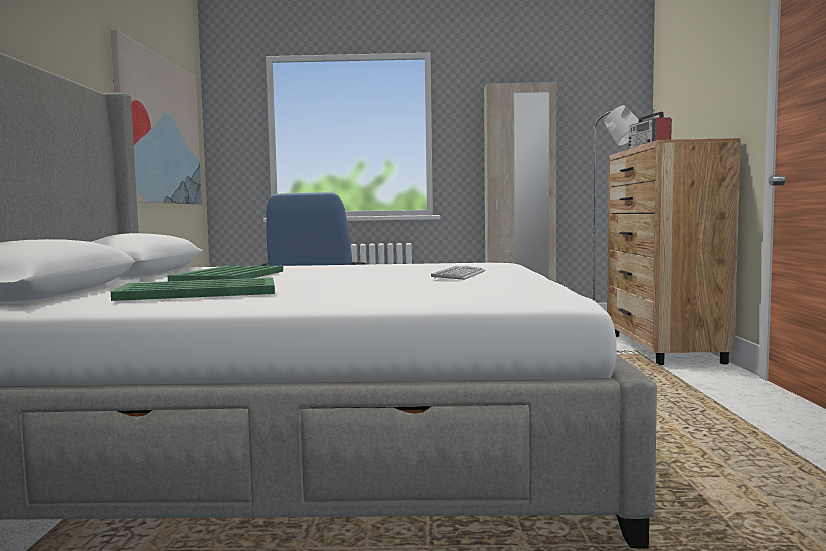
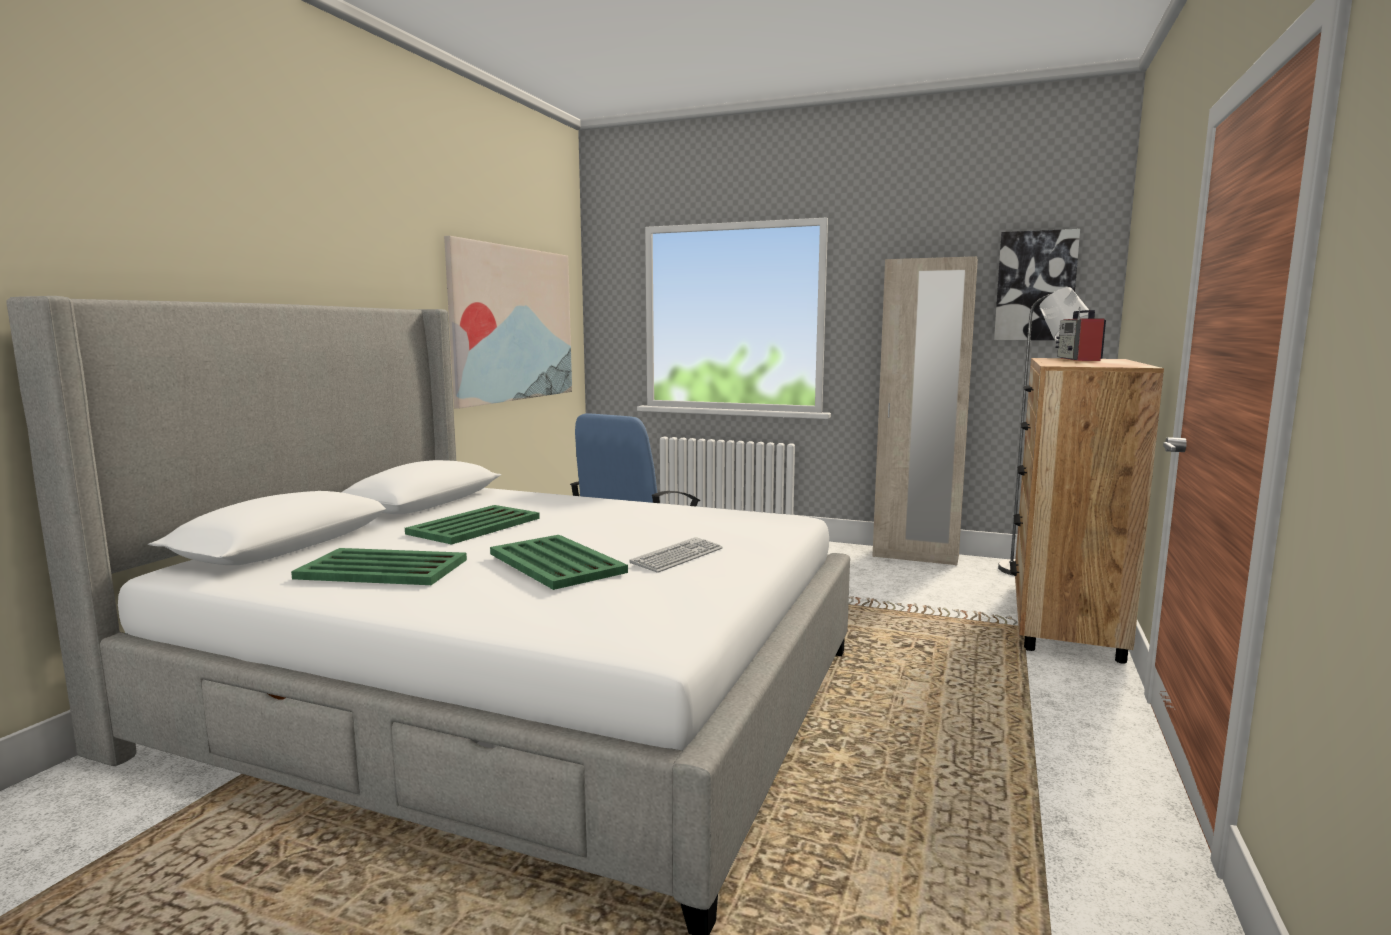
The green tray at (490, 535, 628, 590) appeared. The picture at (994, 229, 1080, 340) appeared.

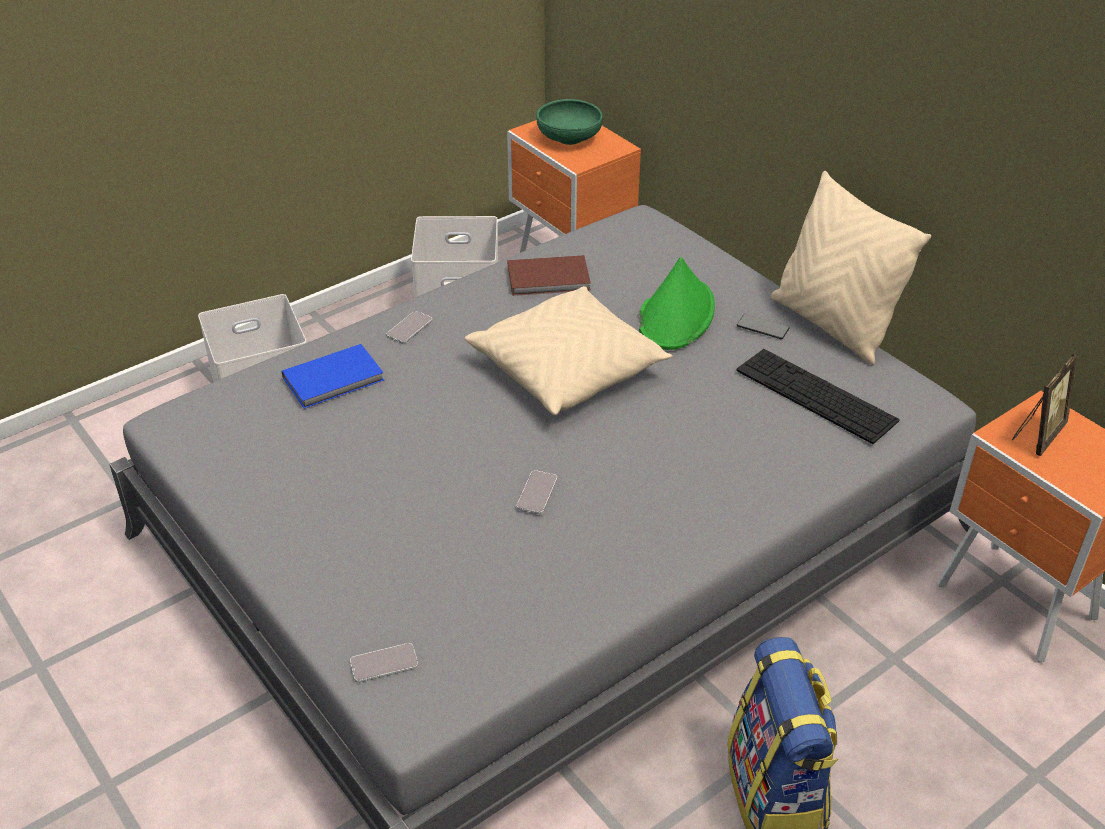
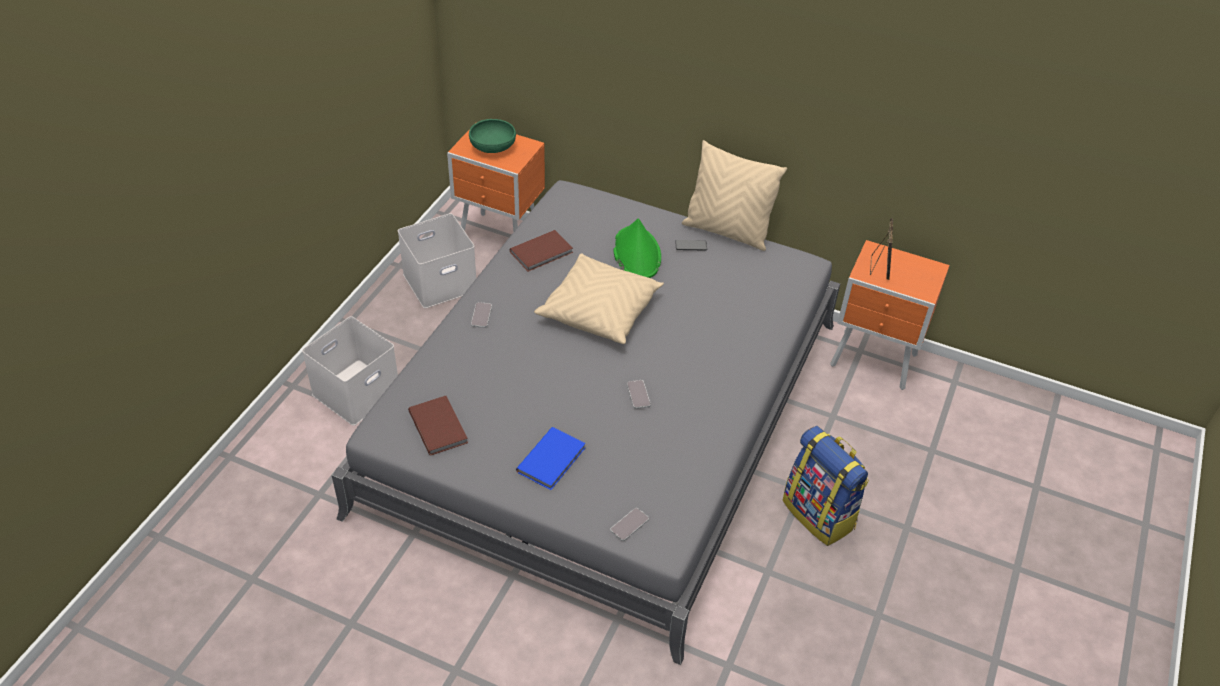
The brown book at (408, 396, 468, 455) appeared. The blue book moved from (282, 344, 384, 409) to (516, 427, 586, 490). The keyboard at (736, 349, 900, 444) disappeared.

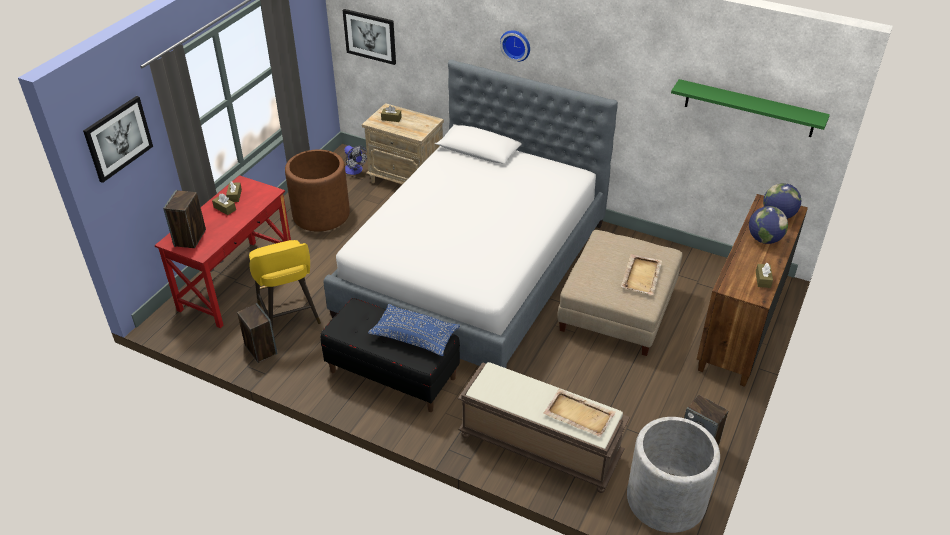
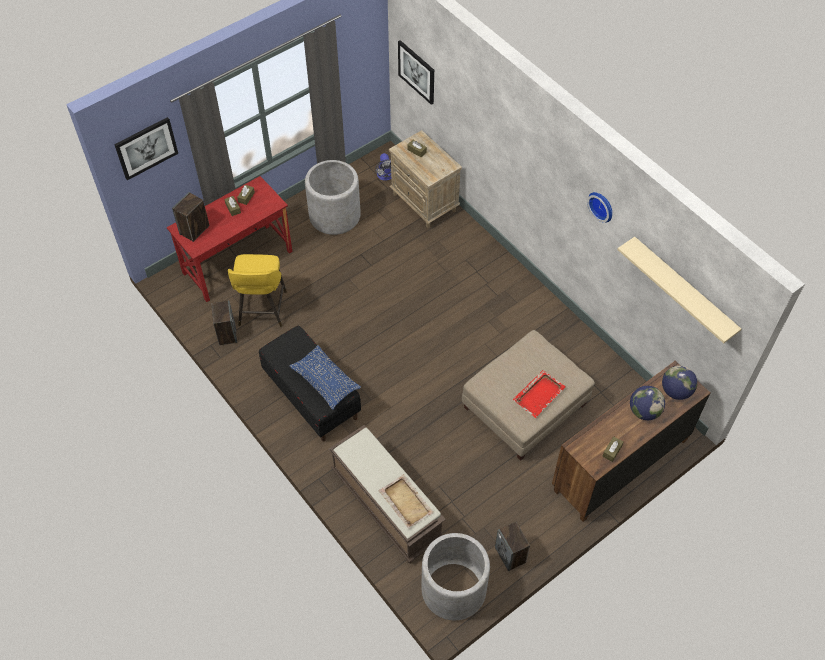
The brown planter at (285, 150, 350, 232) became the grey planter at (305, 160, 361, 235). The beige tray at (621, 254, 662, 295) became the red tray at (513, 370, 566, 418). The wall clock moved from (500, 30, 530, 62) to (587, 192, 612, 222). The green shelf at (671, 79, 830, 137) became the beige shelf at (617, 237, 741, 343). The bed at (323, 60, 618, 368) disappeared.

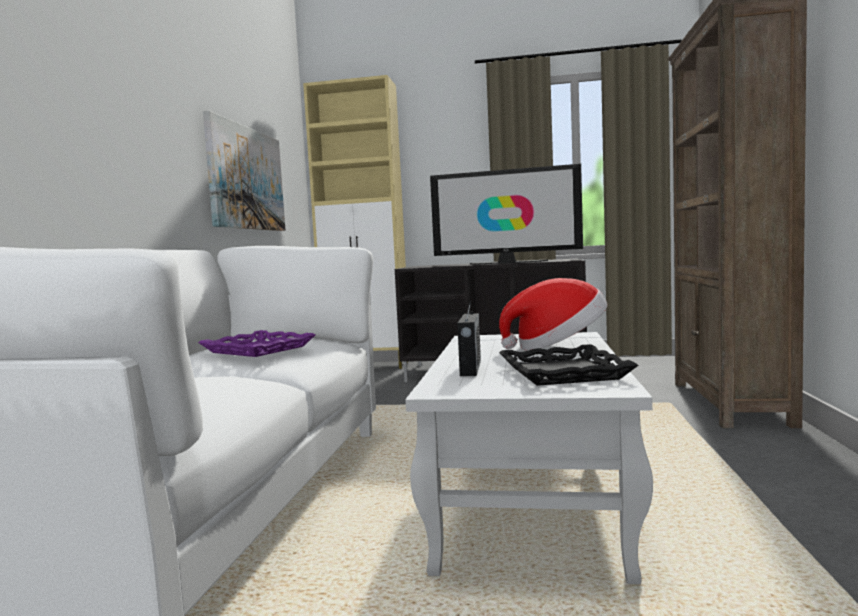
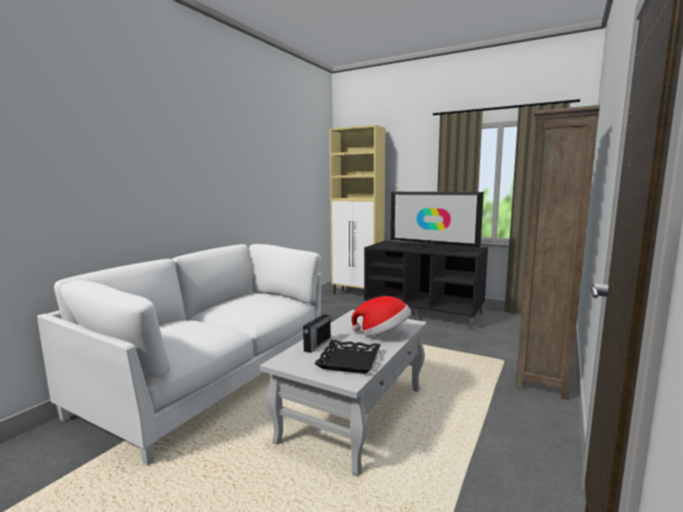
The purple tray at (198, 330, 315, 357) disappeared. The picture at (203, 111, 285, 231) disappeared.

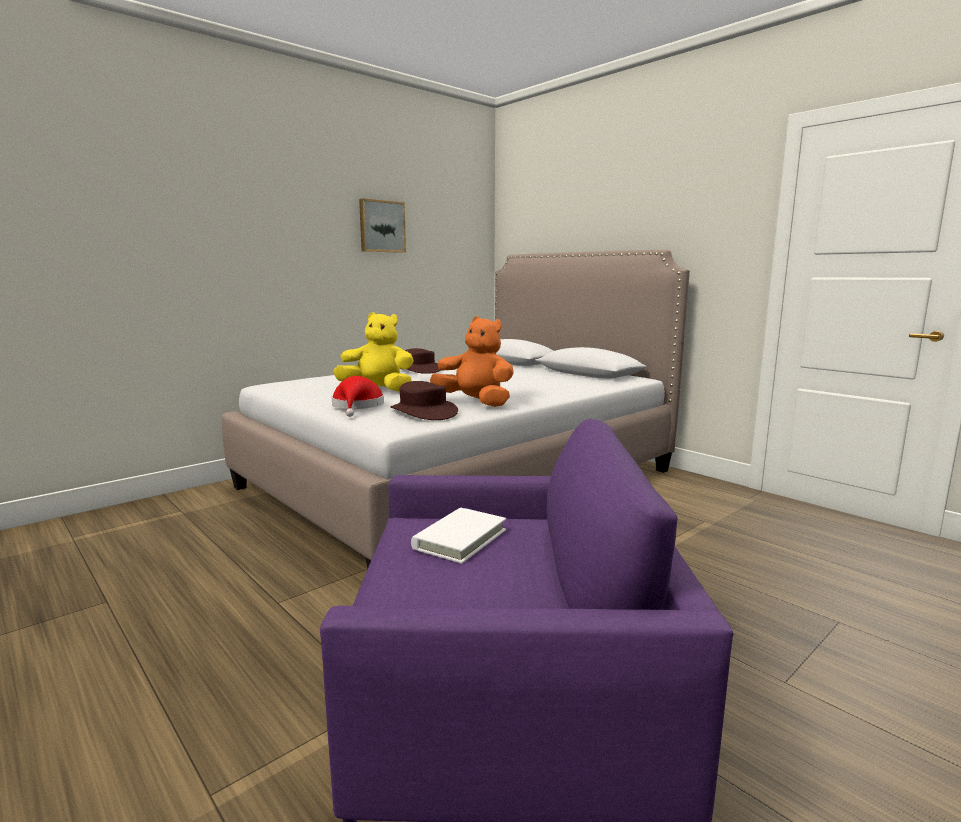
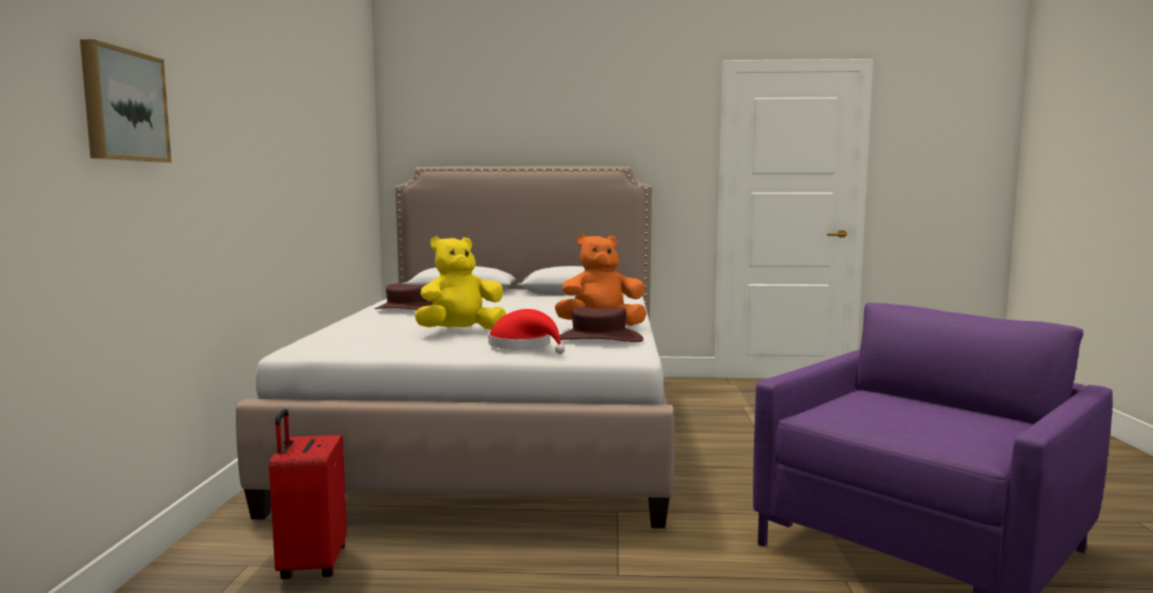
The picture moved from (359, 198, 406, 253) to (80, 39, 171, 163). The red suitcase at (269, 409, 347, 579) appeared. The white book at (411, 508, 506, 564) disappeared.

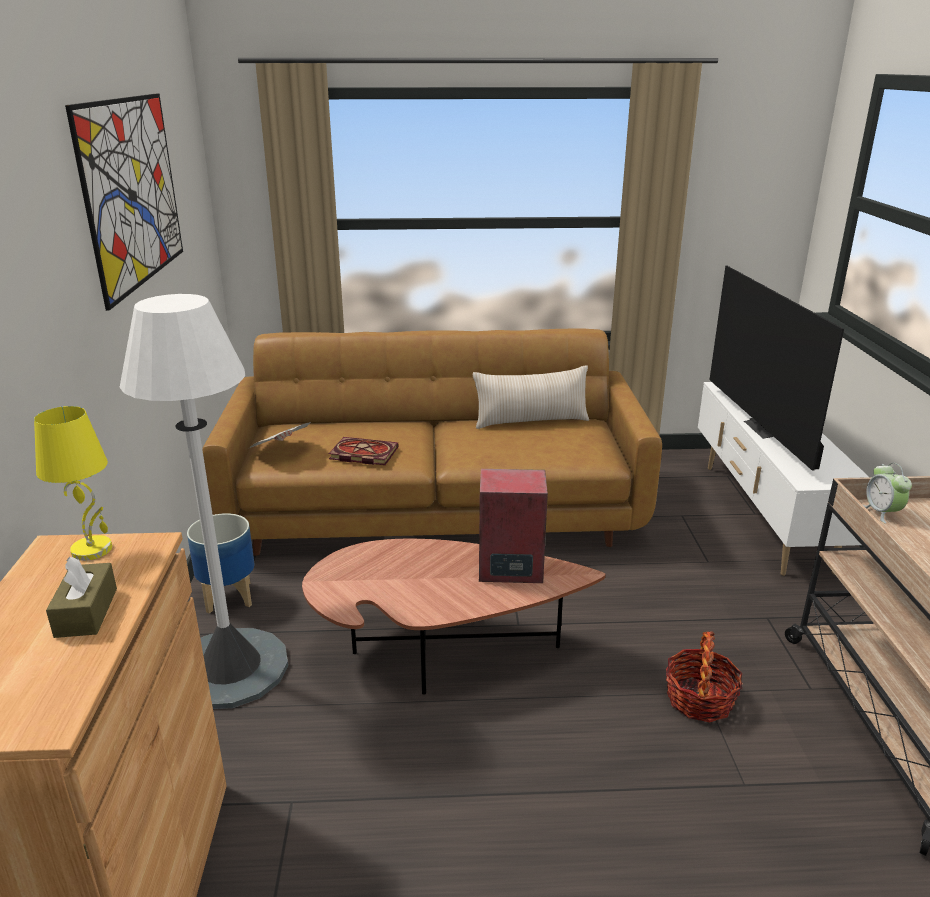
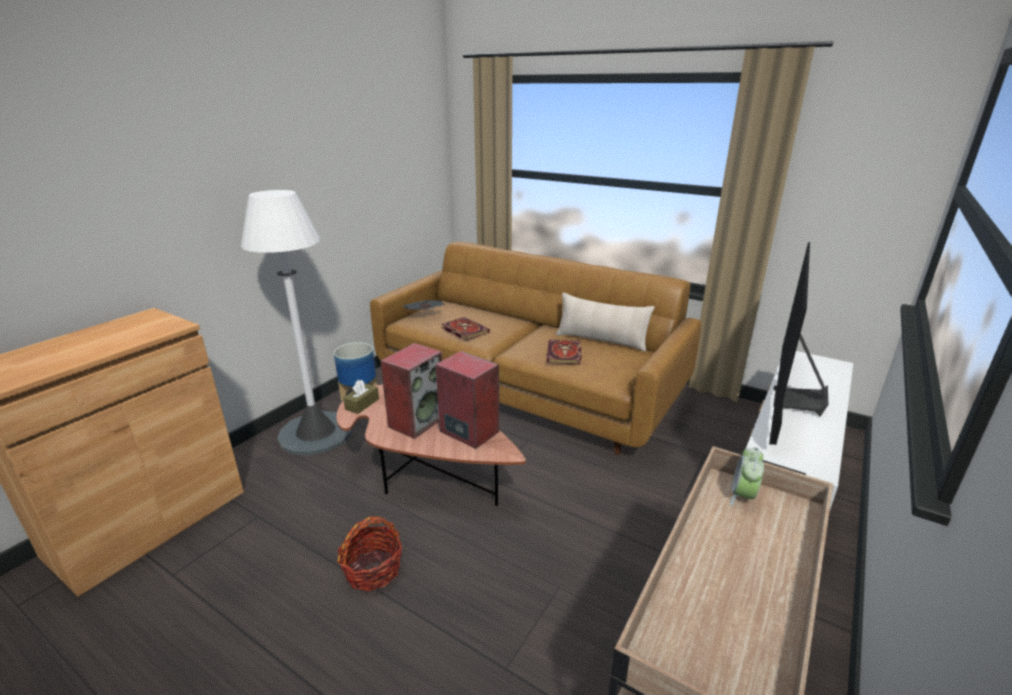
The basket moved from (666, 631, 743, 722) to (337, 516, 402, 591). The brown tissue box moved from (46, 557, 117, 638) to (343, 380, 379, 414). The speaker at (380, 343, 442, 439) appeared. The book at (547, 339, 581, 365) appeared. The yellow table lamp at (34, 406, 112, 561) disappeared. The picture at (65, 93, 183, 311) disappeared.

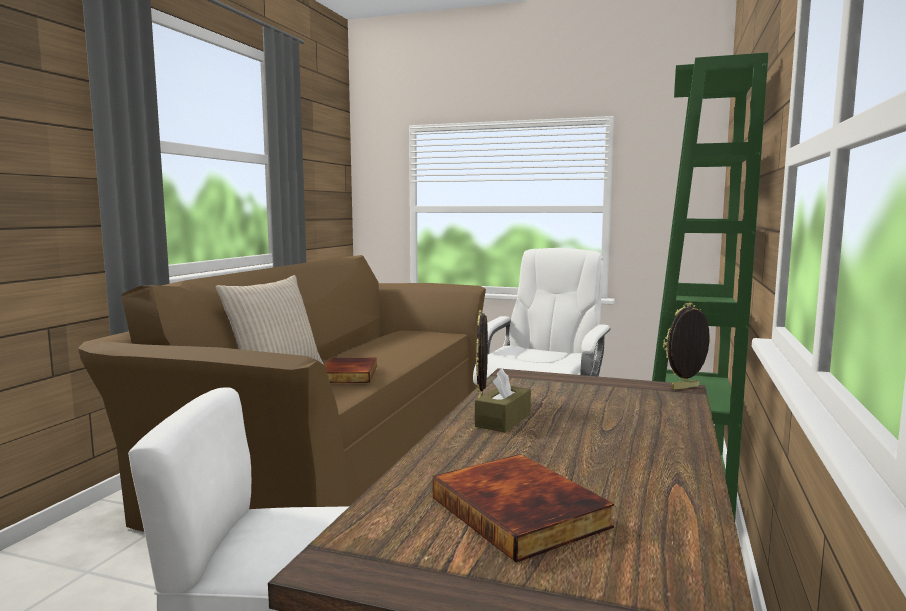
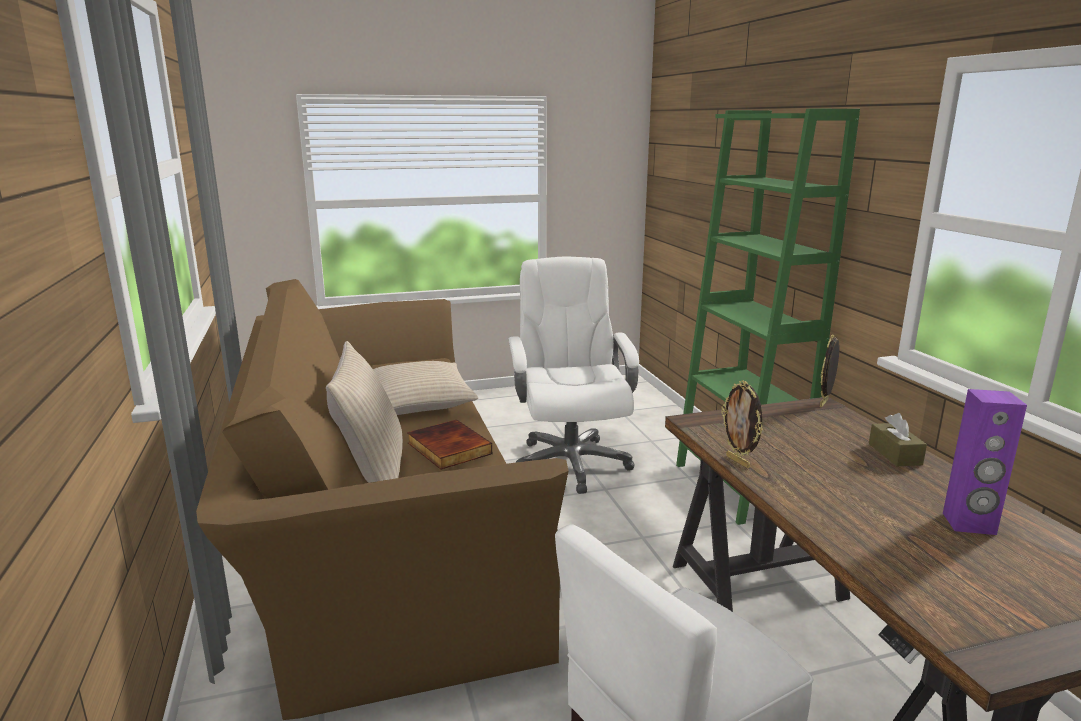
The beige pillow at (373, 361, 478, 415) appeared. The brown tissue box moved from (475, 368, 531, 432) to (869, 413, 927, 466). The purple speaker at (943, 389, 1027, 535) appeared. The book at (433, 454, 614, 563) disappeared.

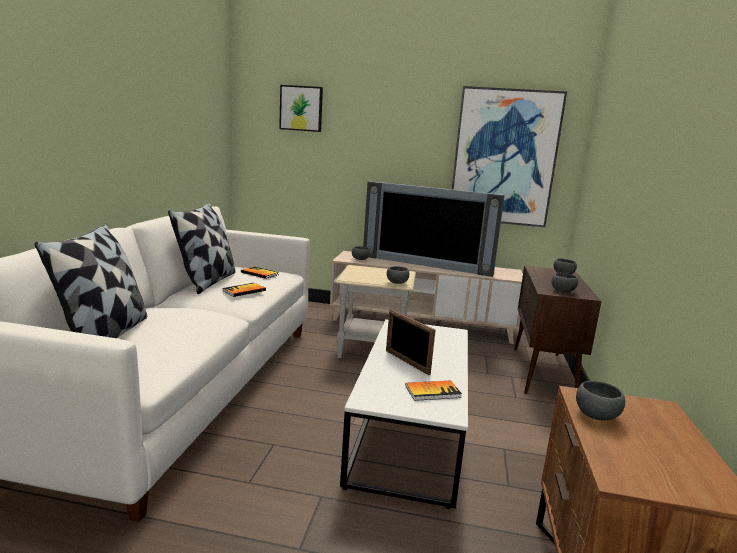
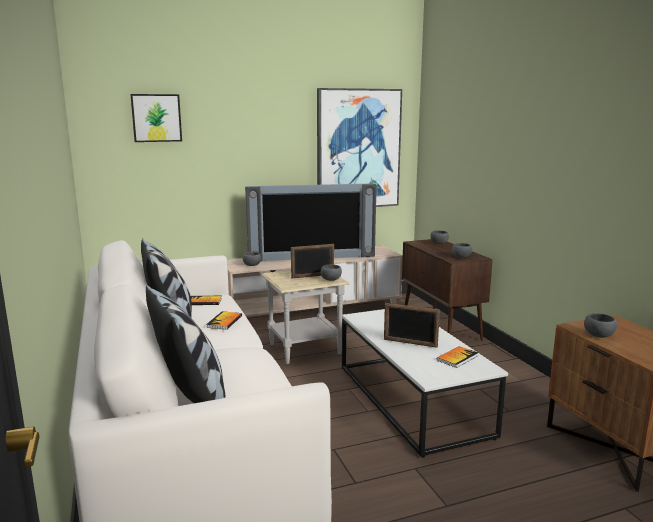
The picture frame at (291, 244, 334, 278) appeared.

